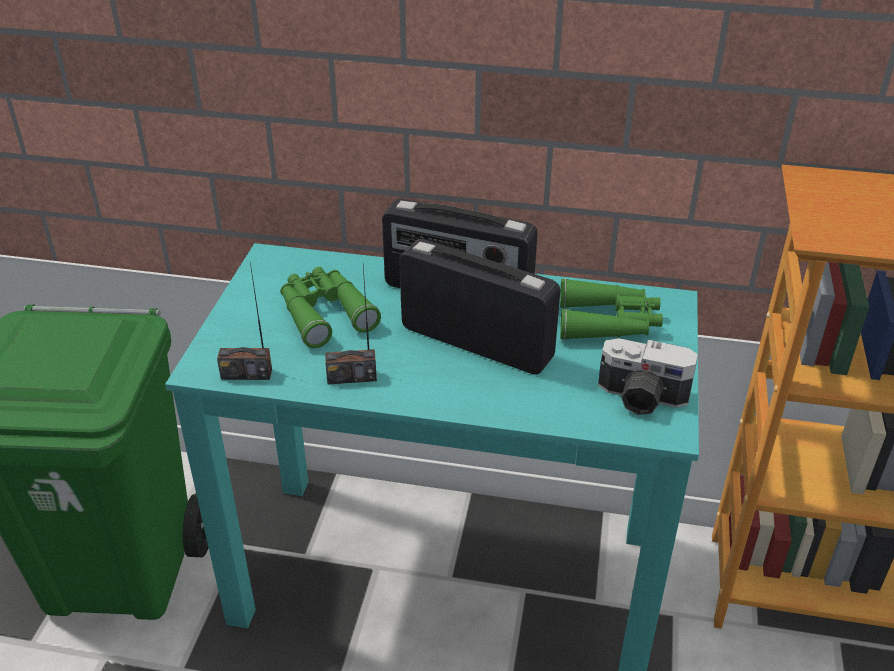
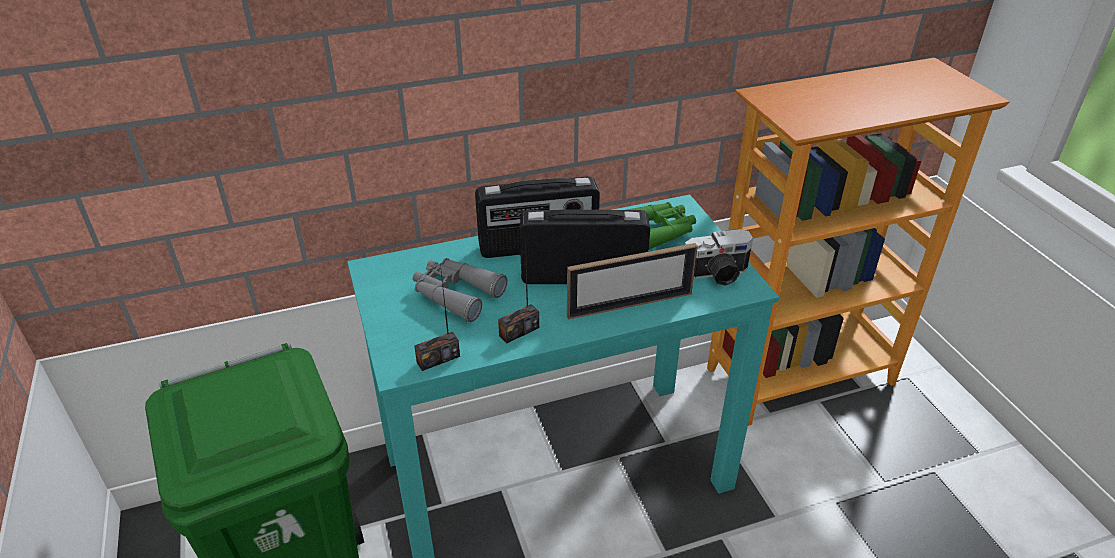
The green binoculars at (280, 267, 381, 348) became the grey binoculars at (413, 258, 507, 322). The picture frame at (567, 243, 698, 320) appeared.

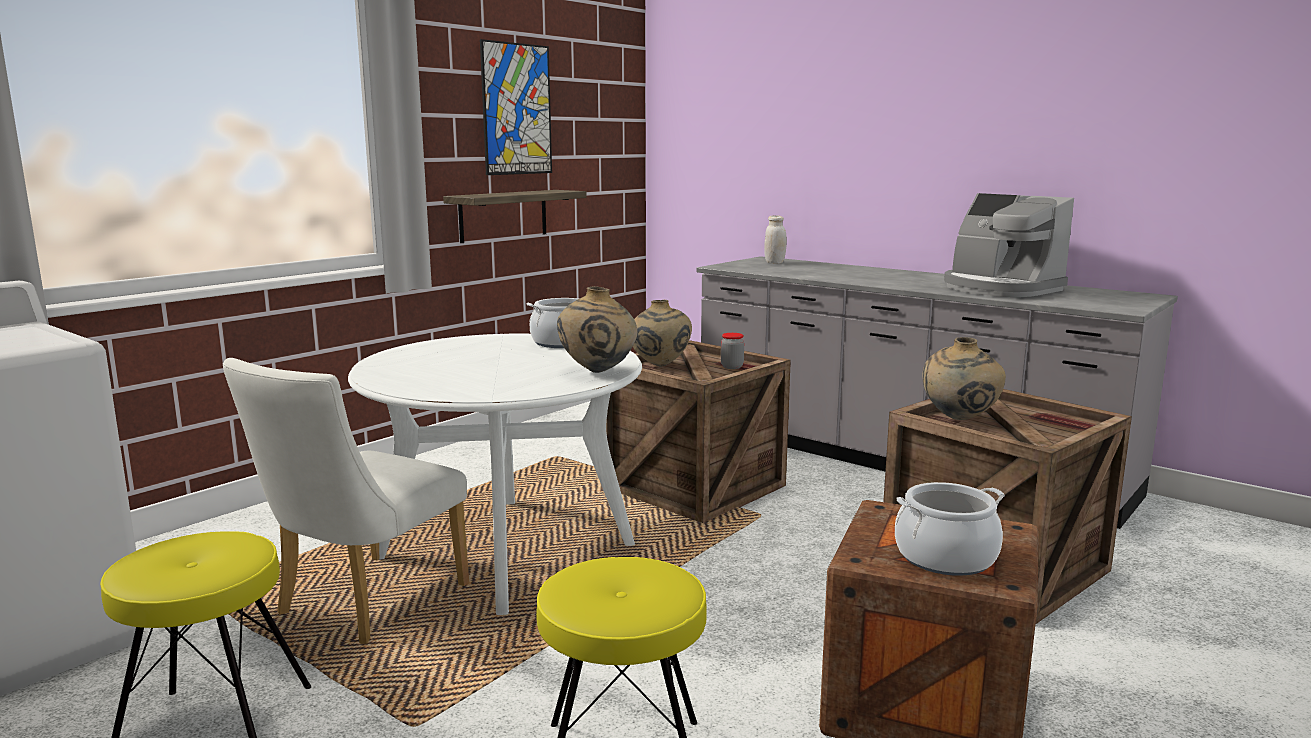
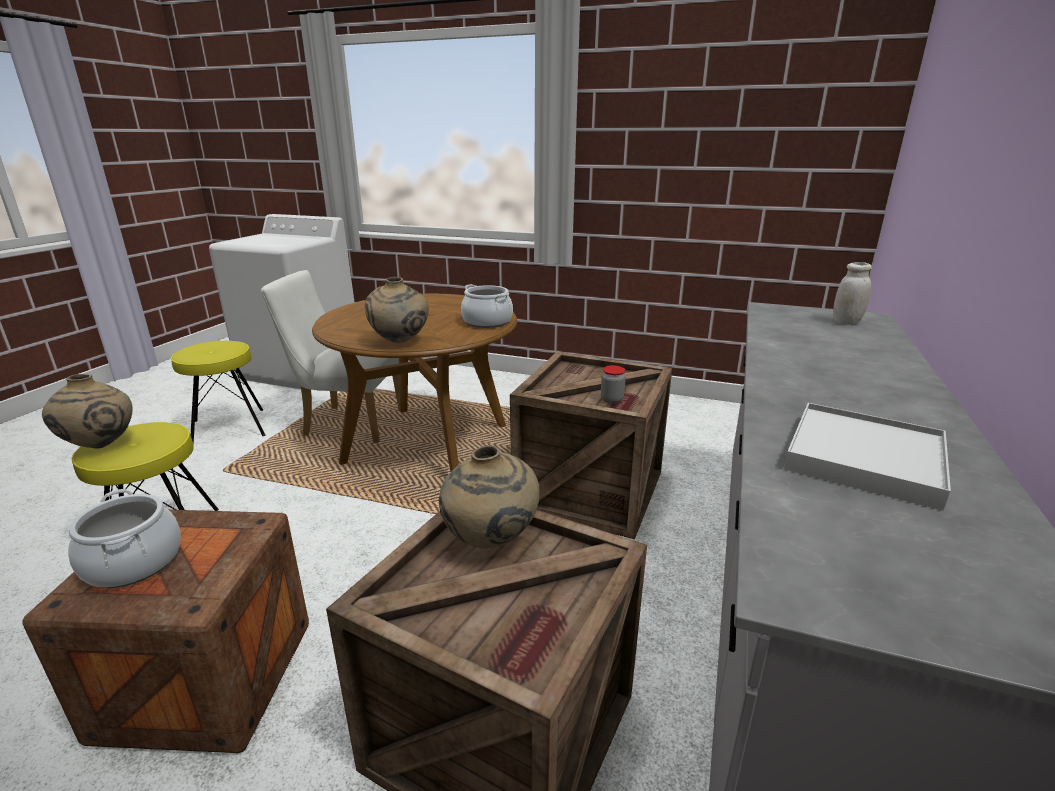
The beige vase moved from (633, 300, 692, 367) to (42, 374, 133, 448). The white dining table at (348, 334, 642, 615) became the brown dining table at (312, 294, 517, 472). The coffee machine at (944, 193, 1074, 297) was replaced by the white tray at (784, 403, 951, 511). The shelf at (443, 190, 587, 243) disappeared. The picture at (480, 39, 552, 175) disappeared.

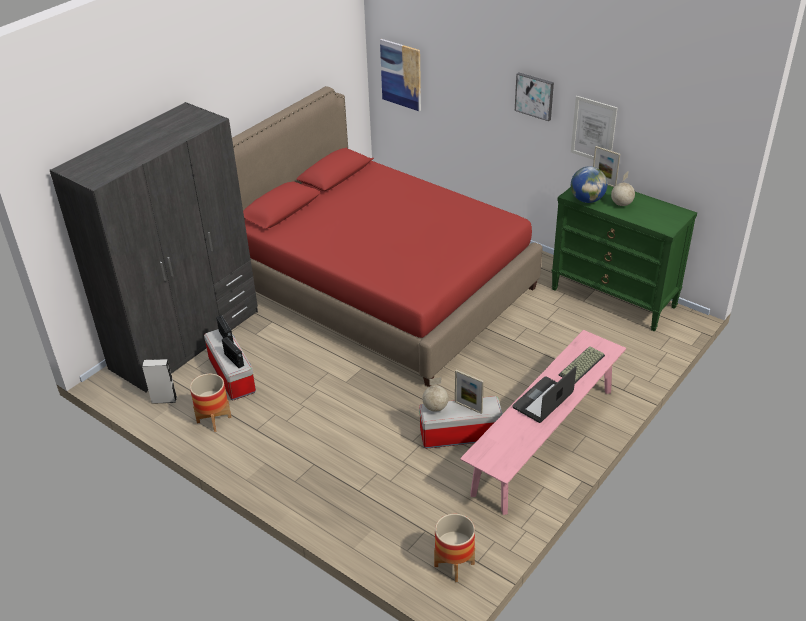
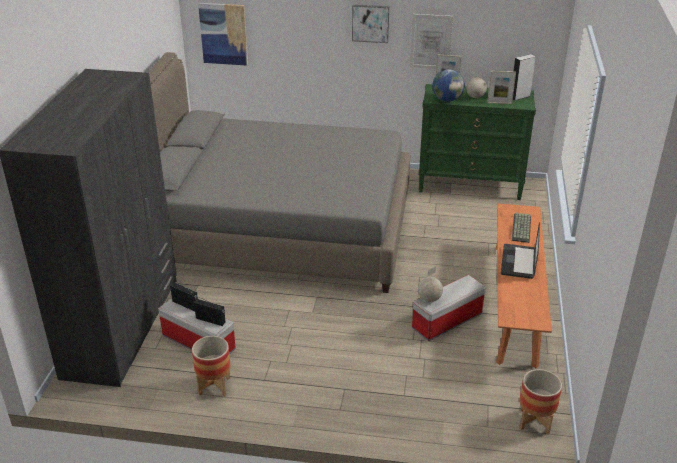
The red bed at (232, 86, 543, 387) became the grey bed at (148, 52, 411, 293). The picture frame moved from (455, 370, 484, 414) to (487, 71, 516, 104). The pink bench at (460, 330, 626, 515) became the orange bench at (496, 203, 552, 368). The grey speaker moved from (142, 359, 177, 404) to (513, 54, 536, 101).

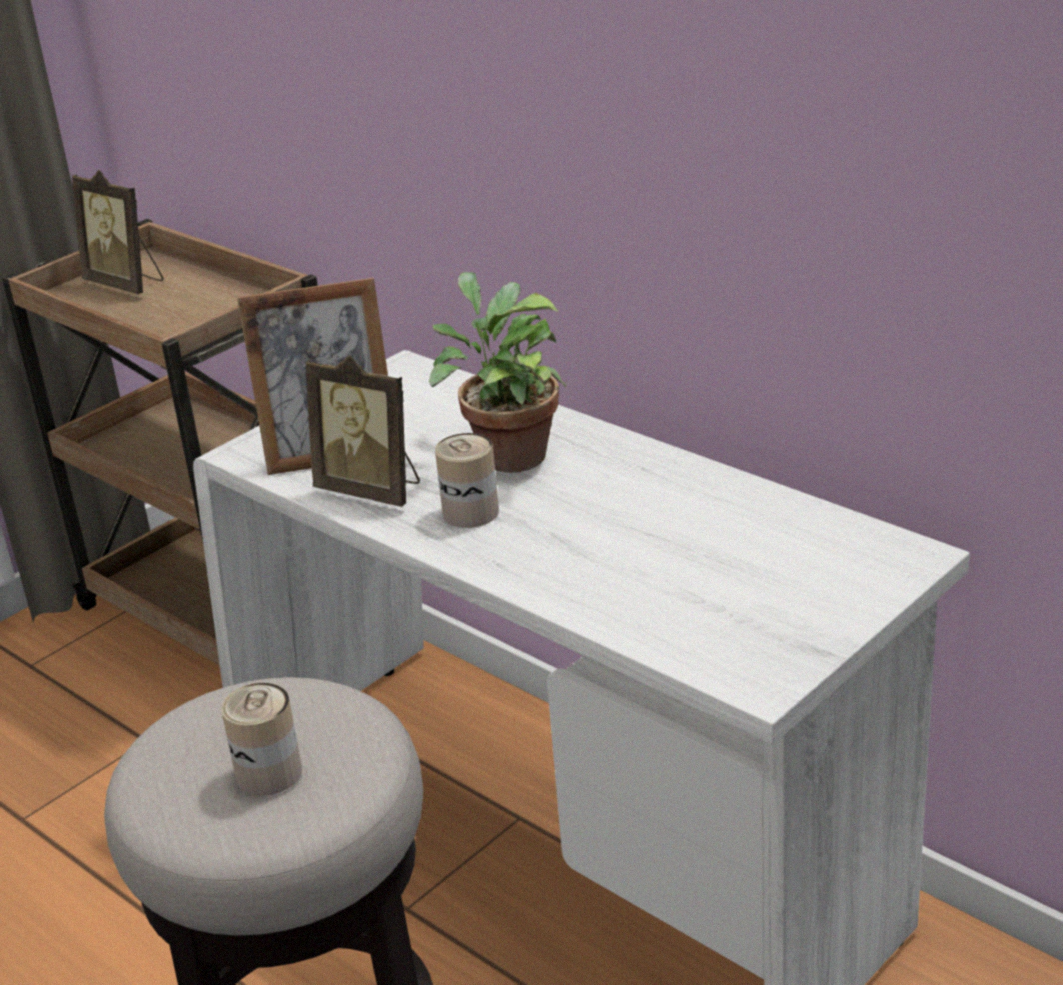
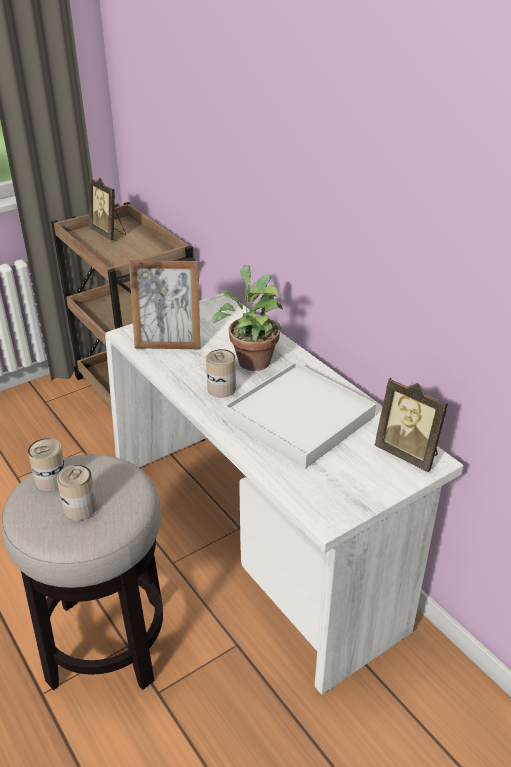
The can at (28, 438, 65, 492) appeared. The white tray at (224, 362, 376, 469) appeared. The picture frame moved from (306, 355, 420, 507) to (375, 378, 448, 472).

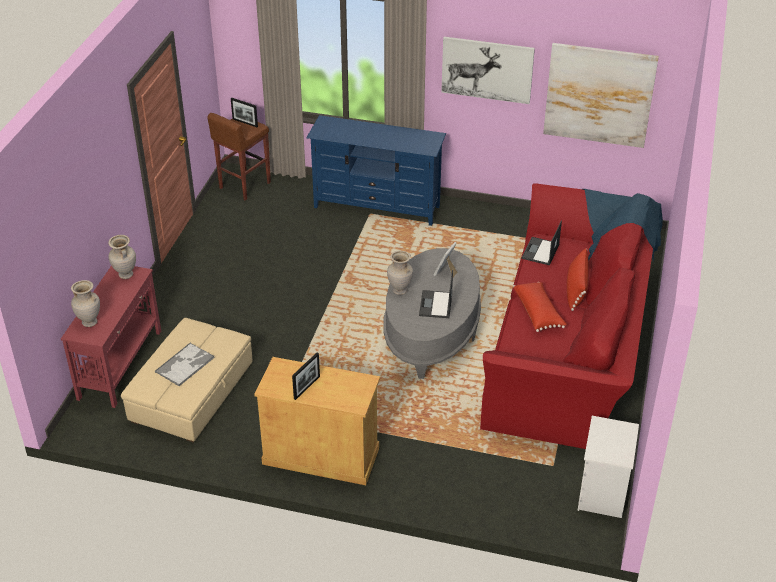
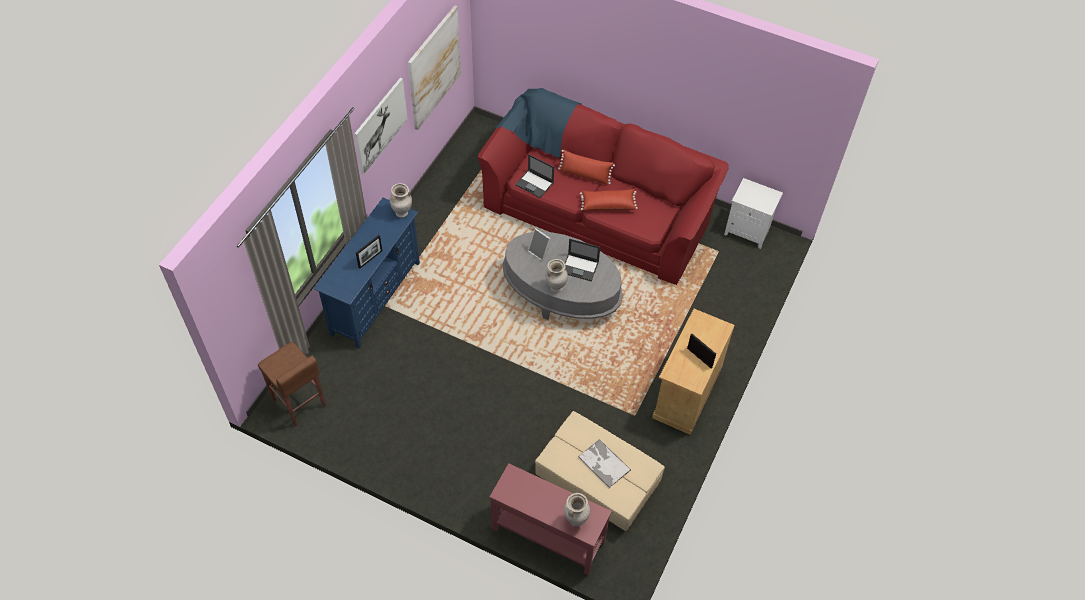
The picture frame moved from (231, 98, 258, 127) to (356, 235, 382, 269). The beige vase moved from (108, 235, 136, 279) to (390, 183, 412, 218).

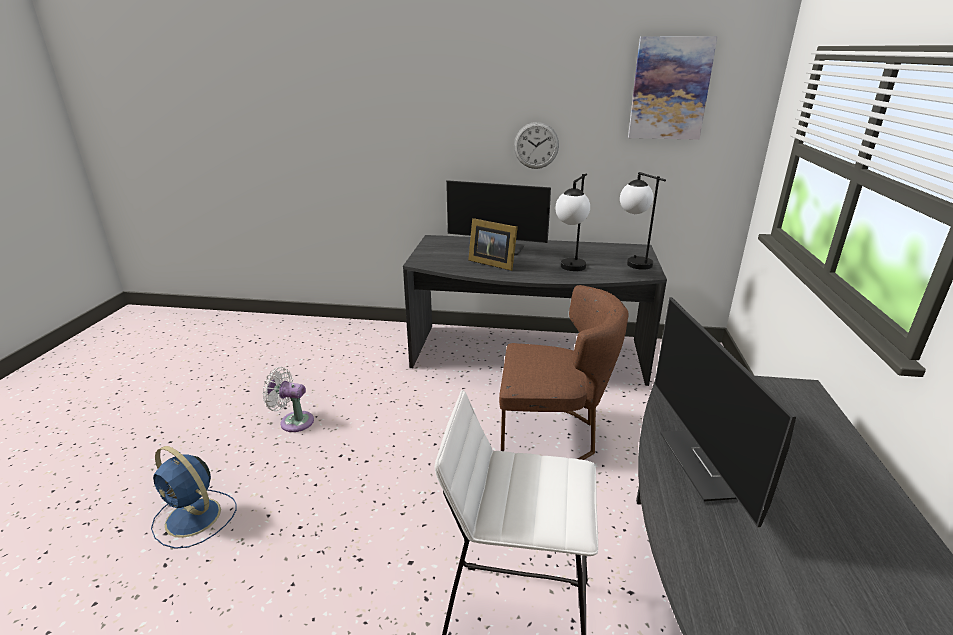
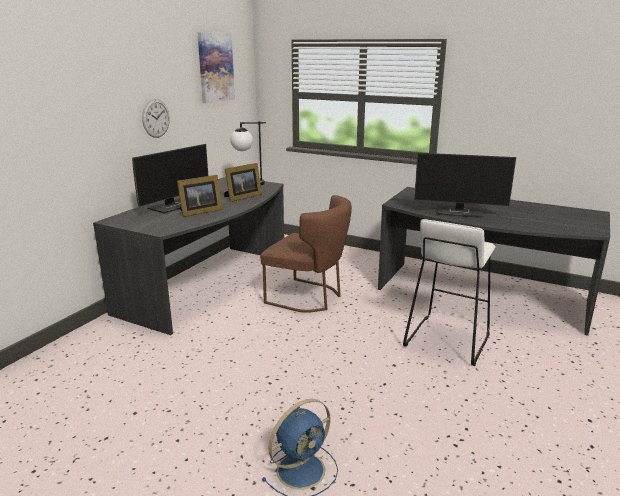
The table lamp at (555, 174, 590, 271) was replaced by the picture frame at (224, 163, 262, 202). The brown chair at (499, 285, 629, 460) turned 90 degrees clockwise. The white fan at (262, 367, 314, 432) disappeared.

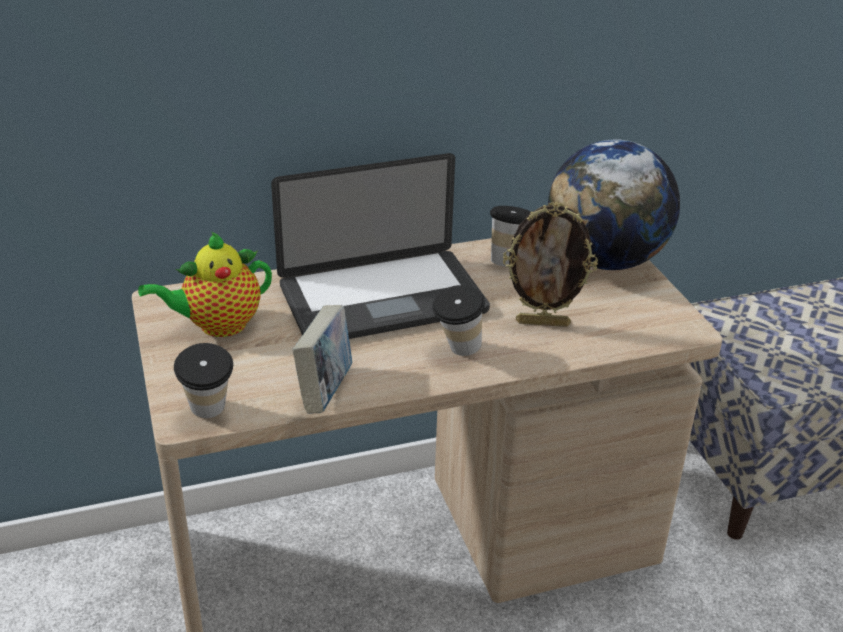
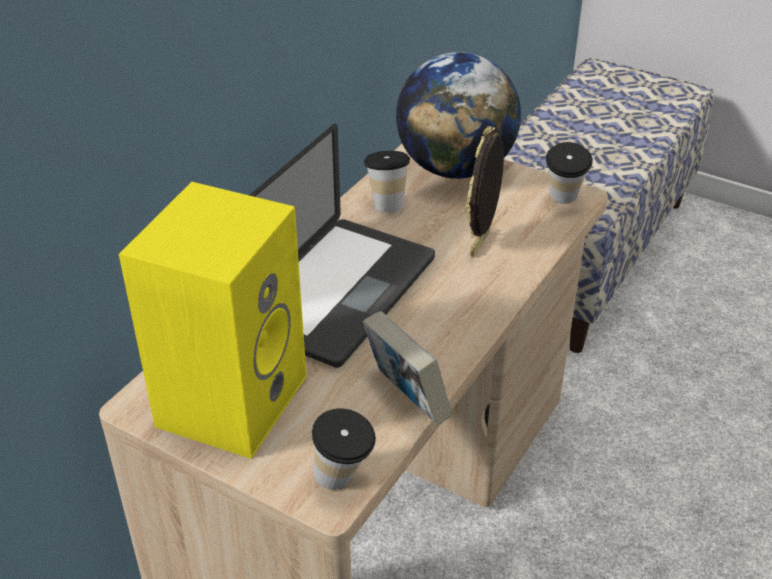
The teapot at (138, 232, 272, 337) was replaced by the yellow speaker at (119, 182, 307, 459). The picture frame at (503, 202, 598, 327) turned 150 degrees clockwise. The cup moved from (432, 285, 485, 356) to (546, 142, 593, 204).

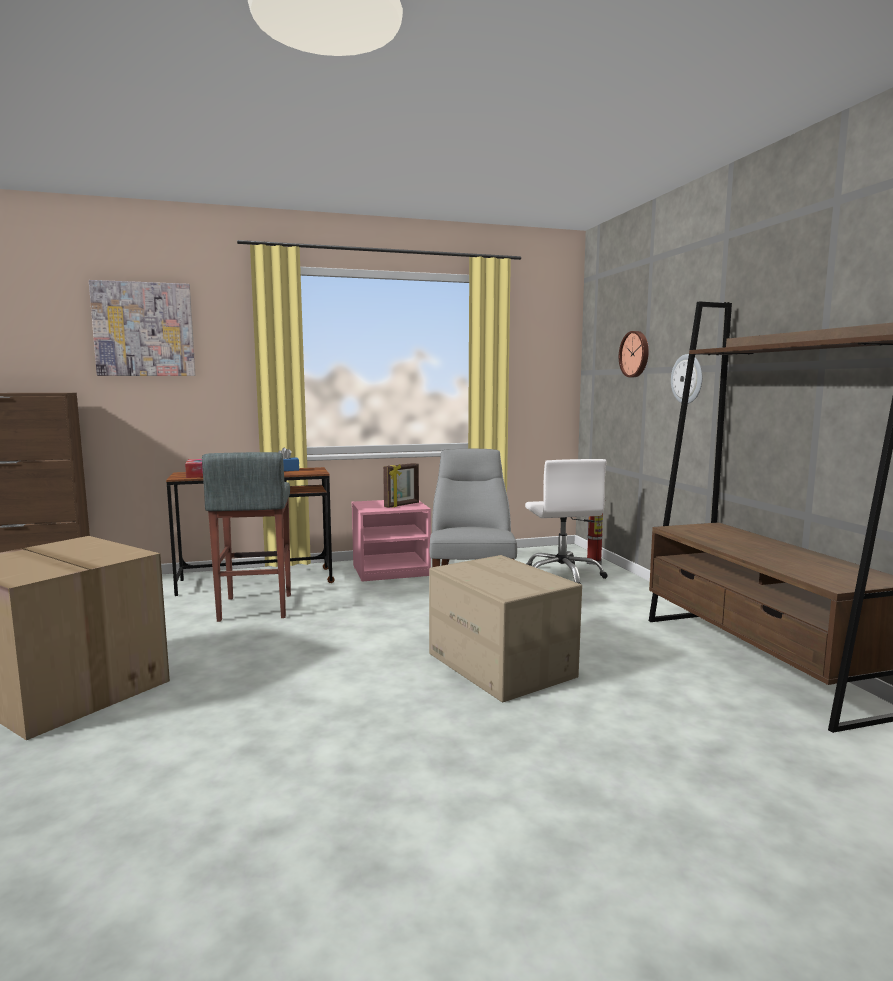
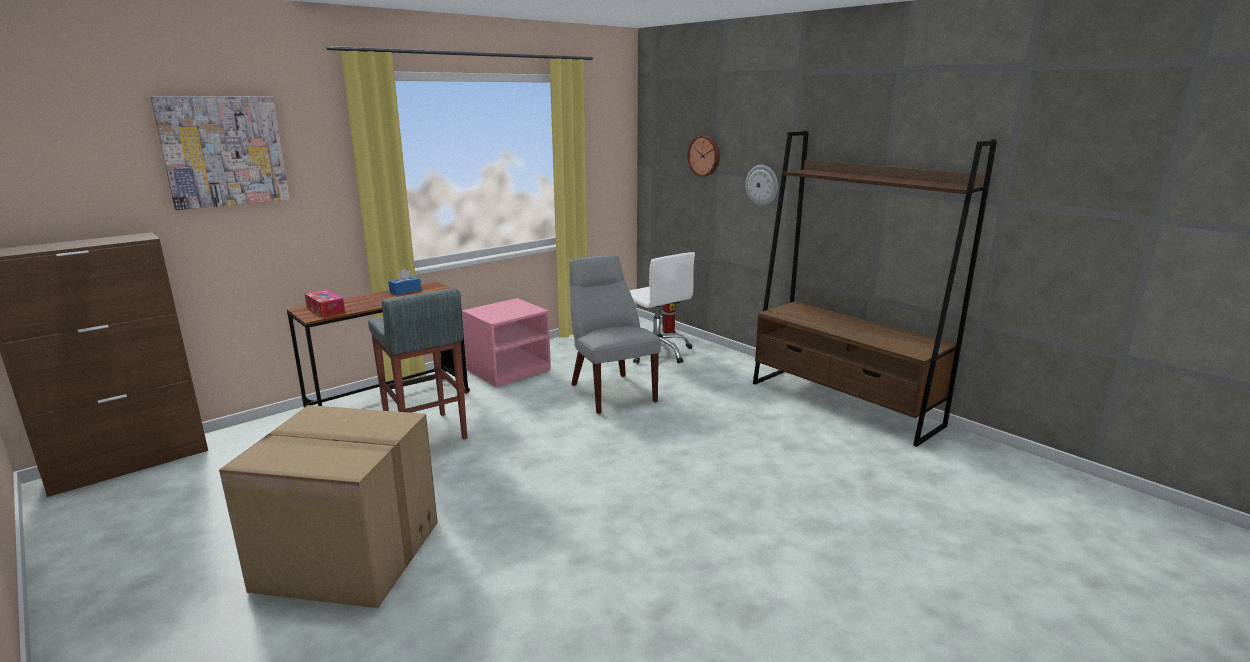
The picture frame at (383, 463, 419, 508) disappeared. The cardboard box at (429, 555, 582, 702) disappeared.

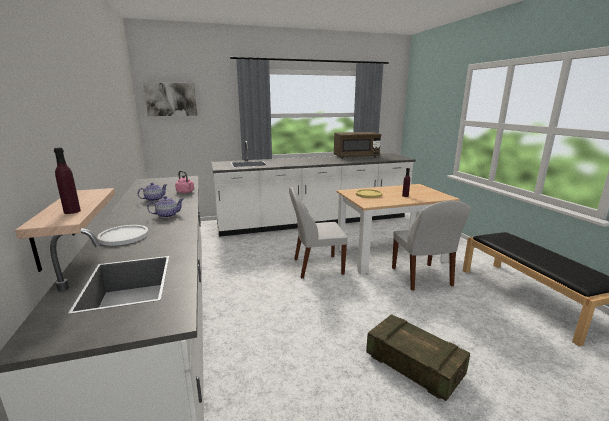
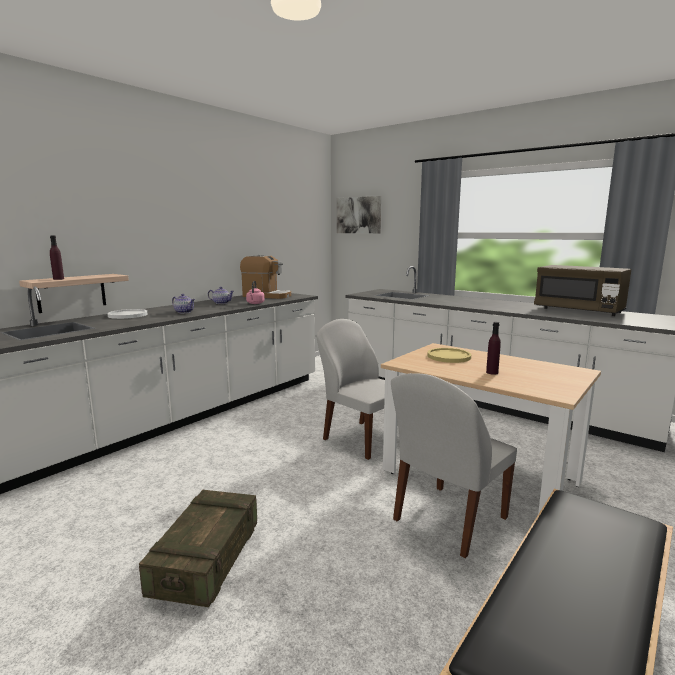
The coffee machine at (240, 255, 291, 299) appeared.

